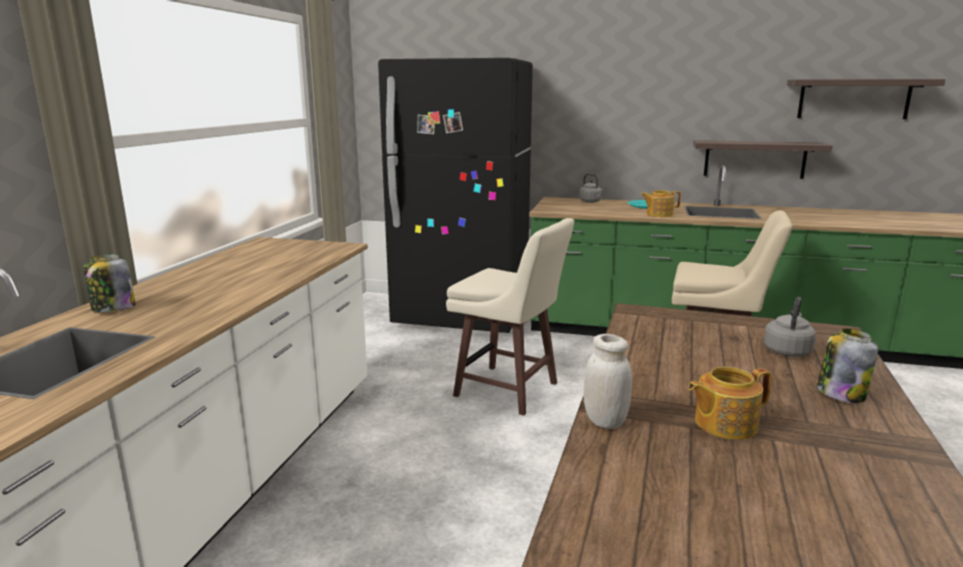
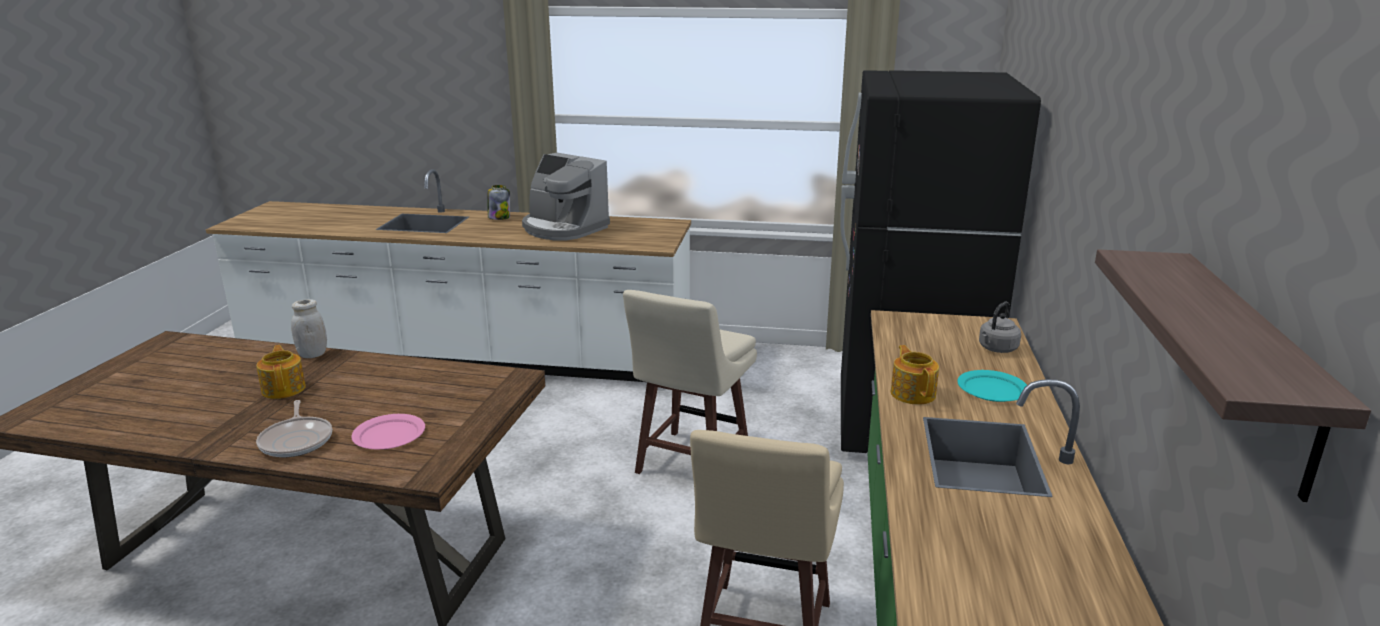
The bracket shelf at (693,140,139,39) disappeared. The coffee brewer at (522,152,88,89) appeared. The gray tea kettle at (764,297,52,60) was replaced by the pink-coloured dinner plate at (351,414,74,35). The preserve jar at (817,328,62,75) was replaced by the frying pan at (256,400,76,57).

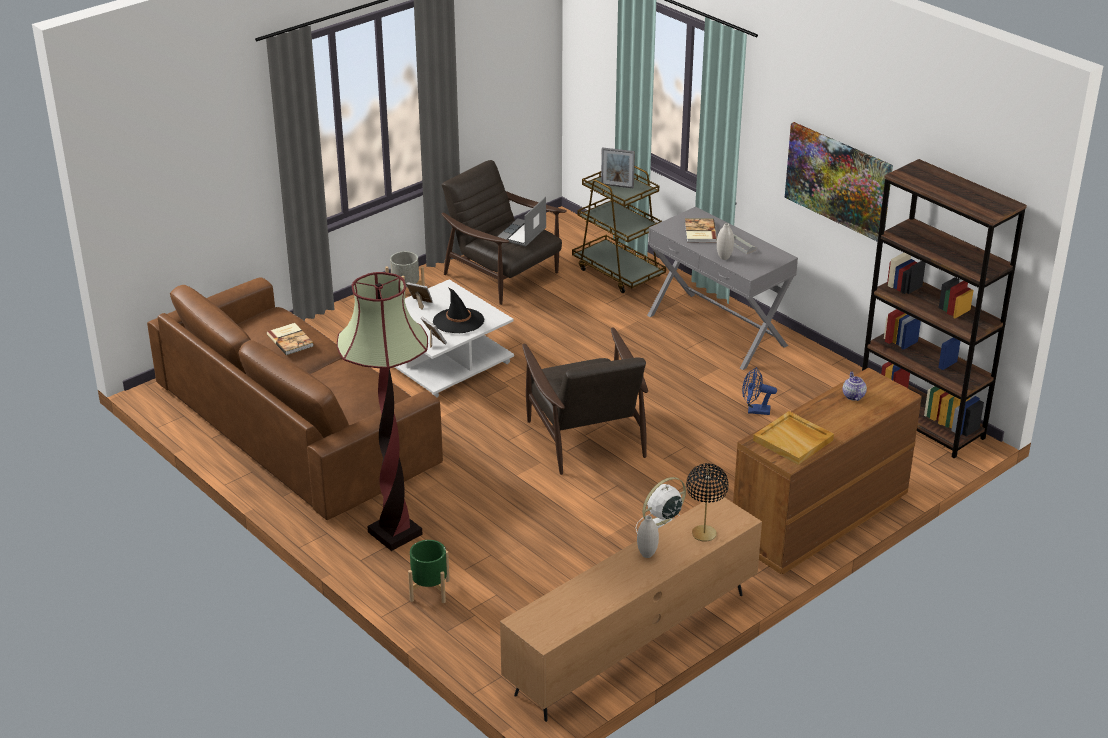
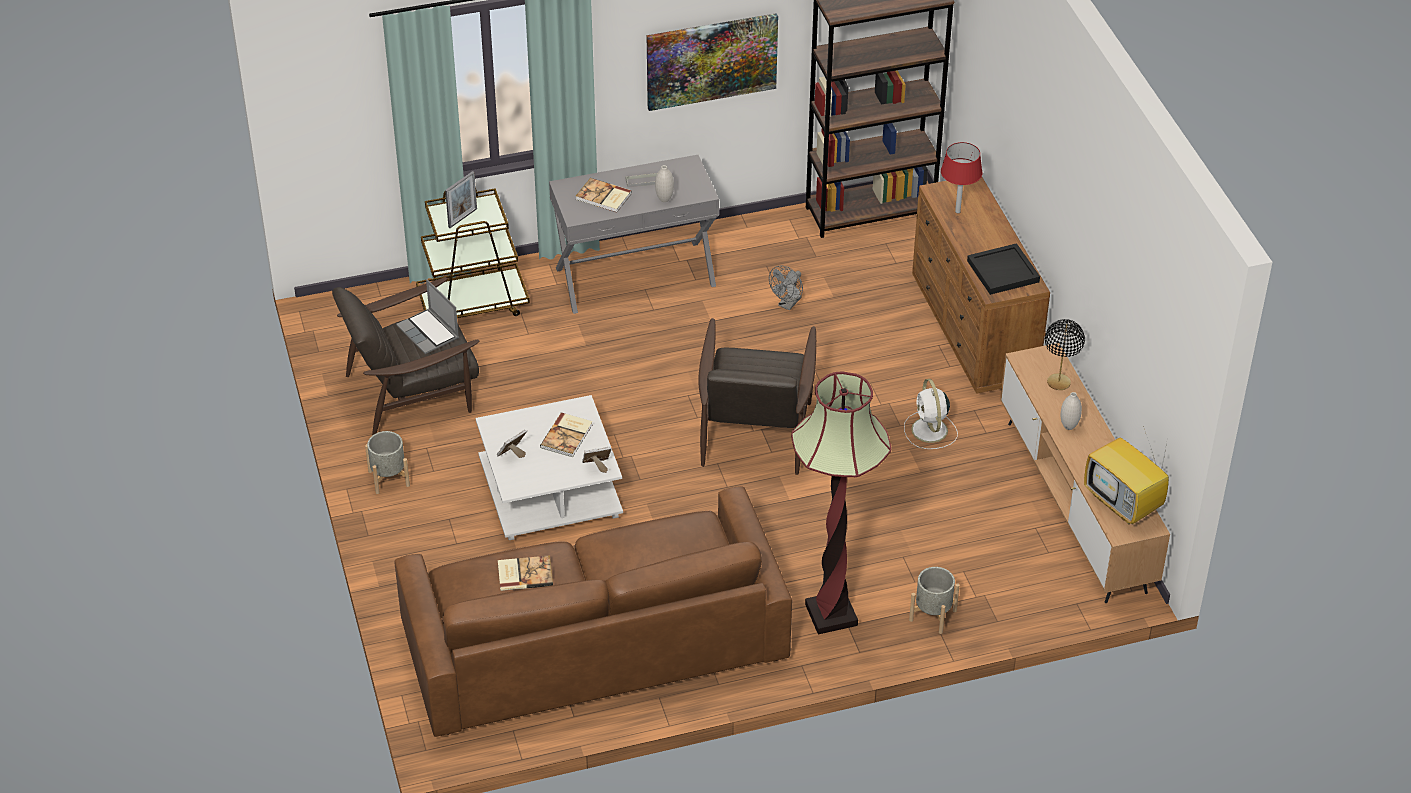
The television at (1084,426,85,99) appeared. The blackish hat at (433,288,51,45) was replaced by the book at (540,413,52,44). The pot for tea at (843,371,24,30) was replaced by the reddish tabletop lamp at (941,142,42,71). The green plant pot at (408,540,42,63) became the gray plant pot at (909,567,51,67). The blue fan at (742,367,35,48) became the gray fan at (769,265,34,45). The beige-coloured serving tray at (753,411,81,54) became the blackish serving tray at (967,243,73,52). The brown lounge chair at (522,327,126,148) turned 90 degrees clockwise.

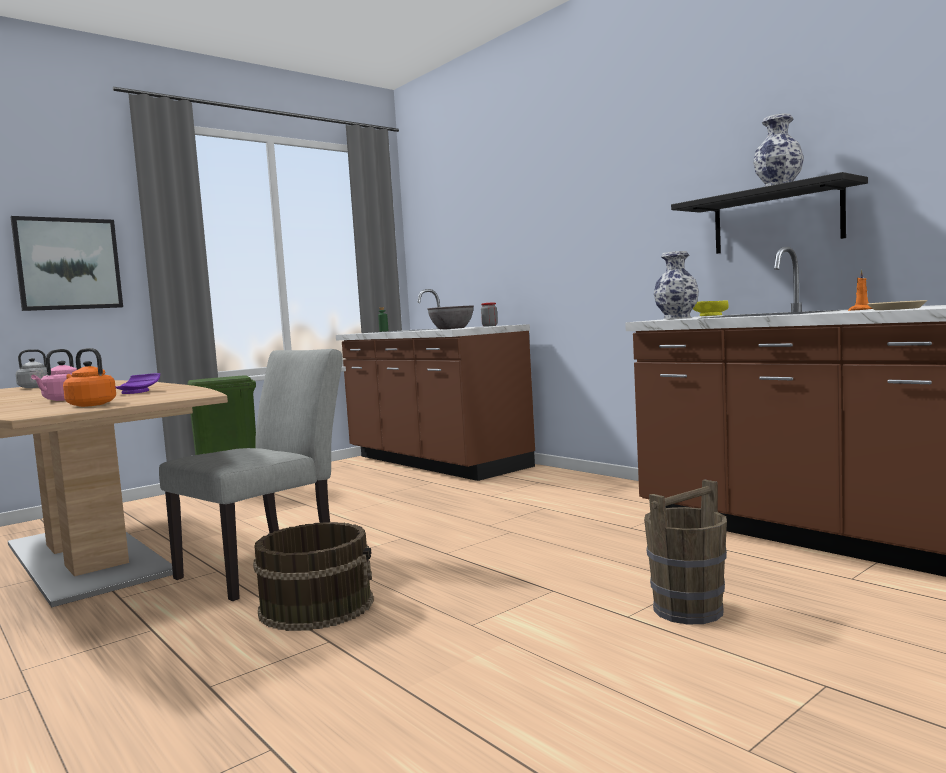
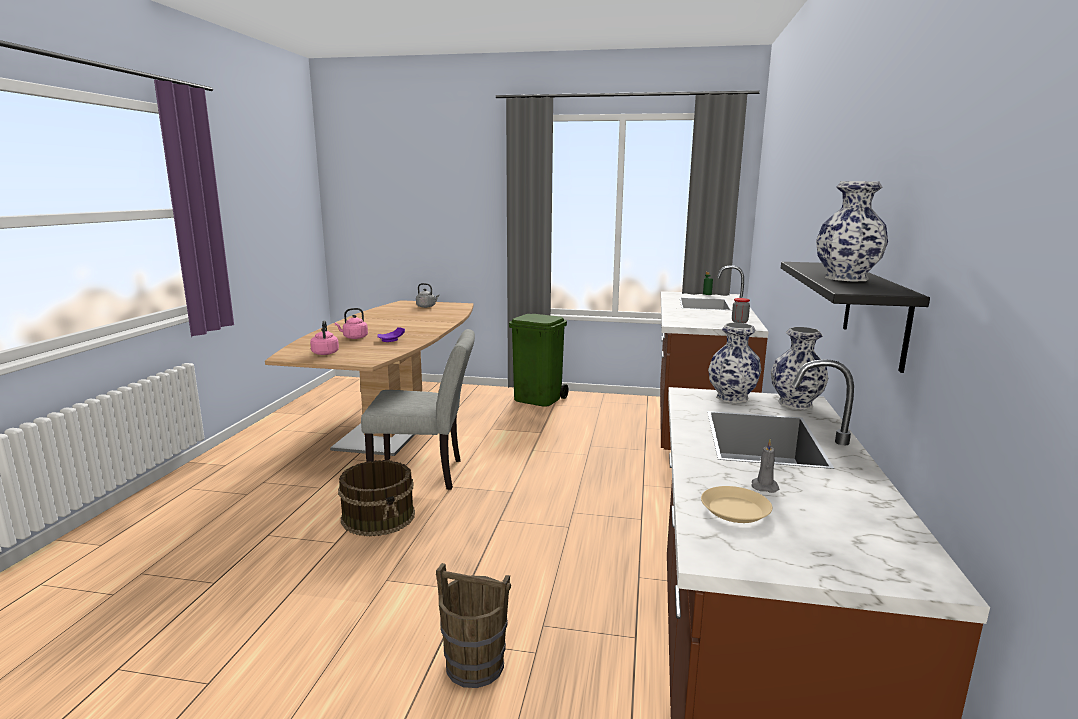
The picture at (11,216,112,95) disappeared. The gray bowl at (427,306,47,23) disappeared. The yellow-coloured dinner plate at (693,301,36,15) was replaced by the flower vase at (771,327,58,83). The orange-coloured tea kettle at (63,348,53,59) became the pink-coloured tea kettle at (310,320,29,35). The orange-coloured wax light at (848,270,24,41) became the gray wax light at (751,439,29,54).

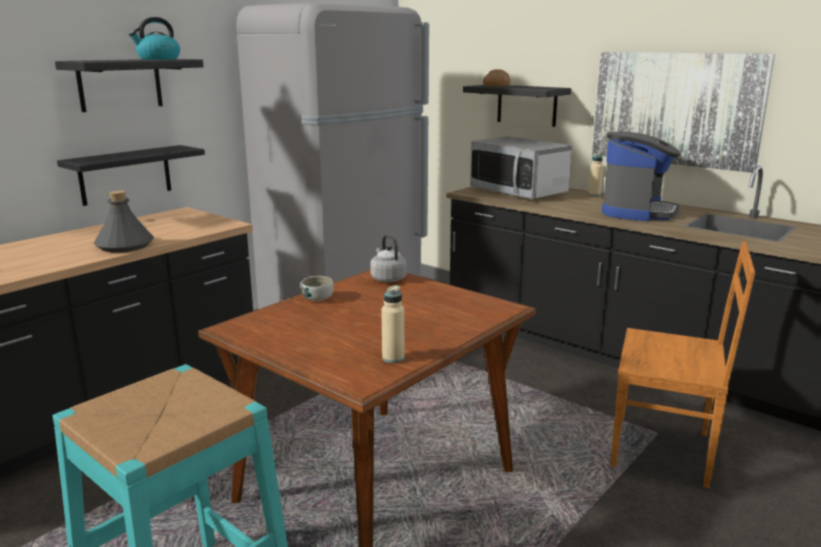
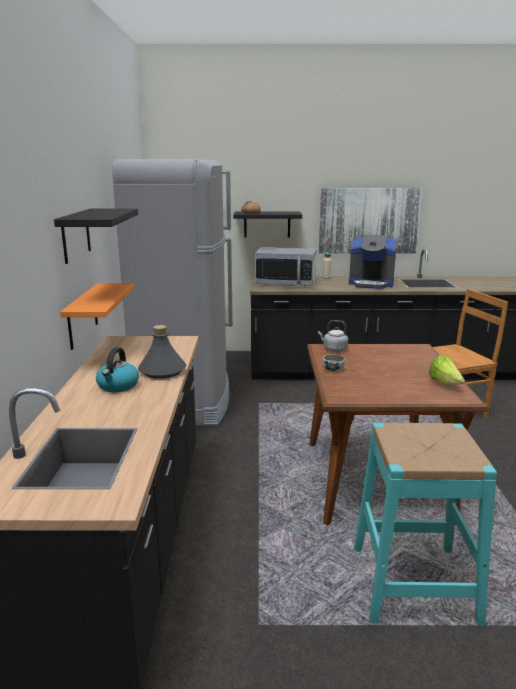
The tea kettle moved from (129,17,51,43) to (96,347,43,45). The beige-coloured bottle at (381,285,23,78) was replaced by the lettuce head at (429,355,36,30). The blackish bracket shelf at (57,145,148,61) became the orange-coloured bracket shelf at (60,283,74,67). The coffee brewer at (602,132,79,89) turned 120 degrees clockwise.

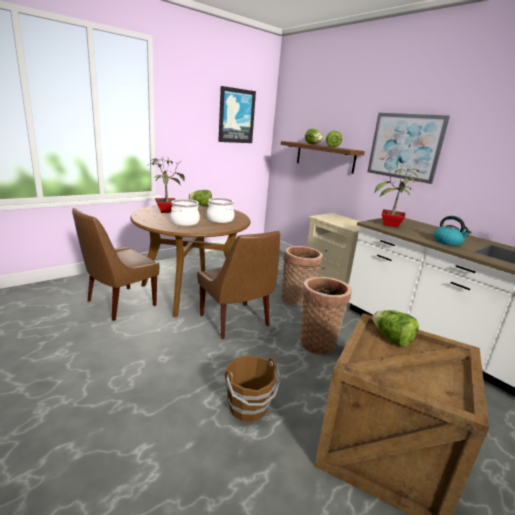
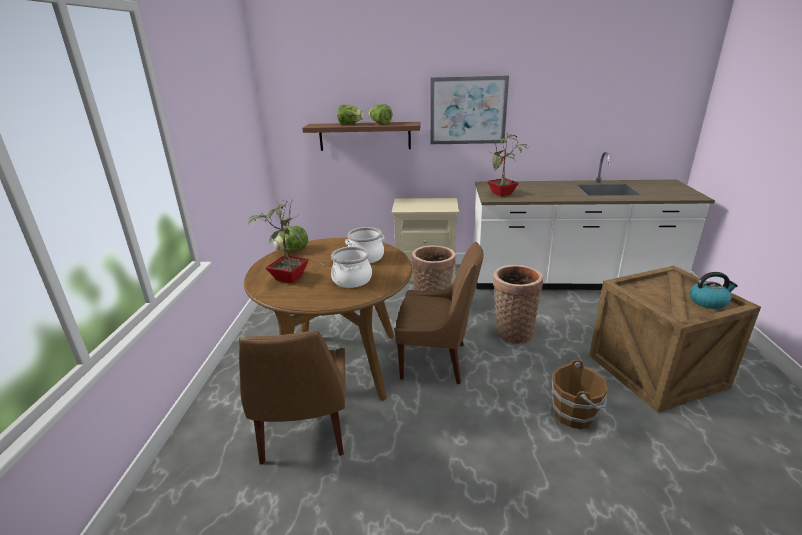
The picture at (218,86,38,57) disappeared. The lettuce head at (372,310,47,37) disappeared. The tea kettle moved from (434,216,38,30) to (690,272,48,37).

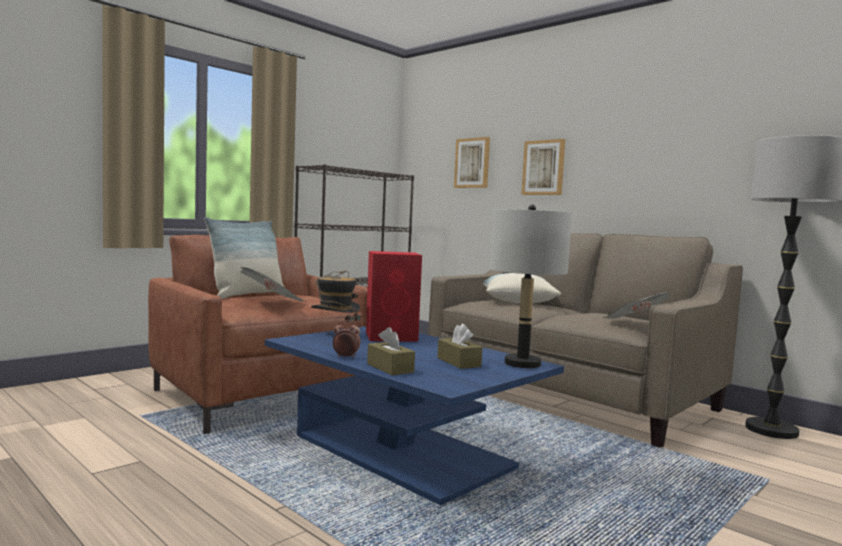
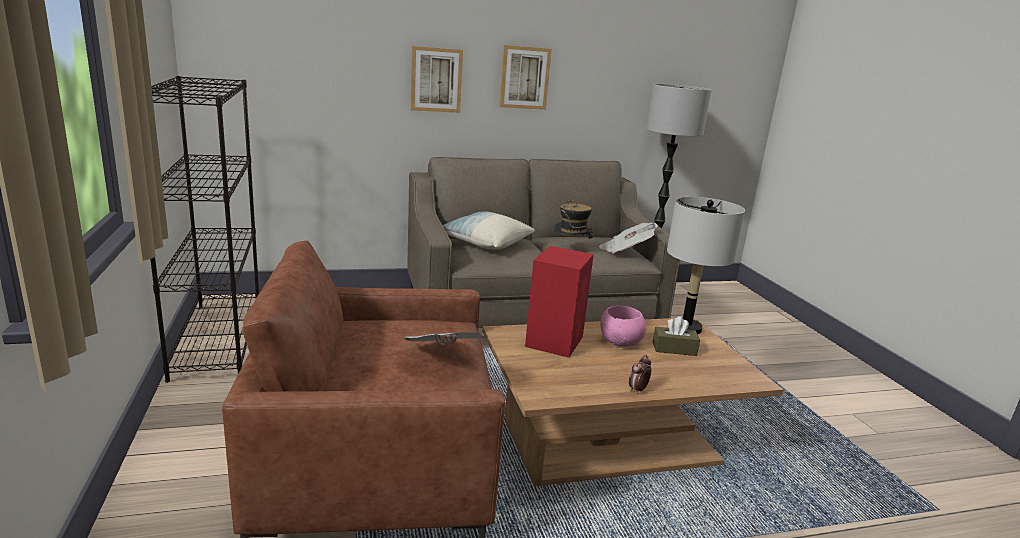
The pillow at (204,217,80,82) disappeared. The brown tissue box at (367,327,48,48) disappeared. The pink-coloured bowl at (600,306,46,41) appeared. The hat moved from (311,270,50,54) to (554,198,39,45). The picture moved from (454,137,36,51) to (499,45,53,65). The blue coffee table at (265,326,299,180) became the brown coffee table at (482,318,301,168).

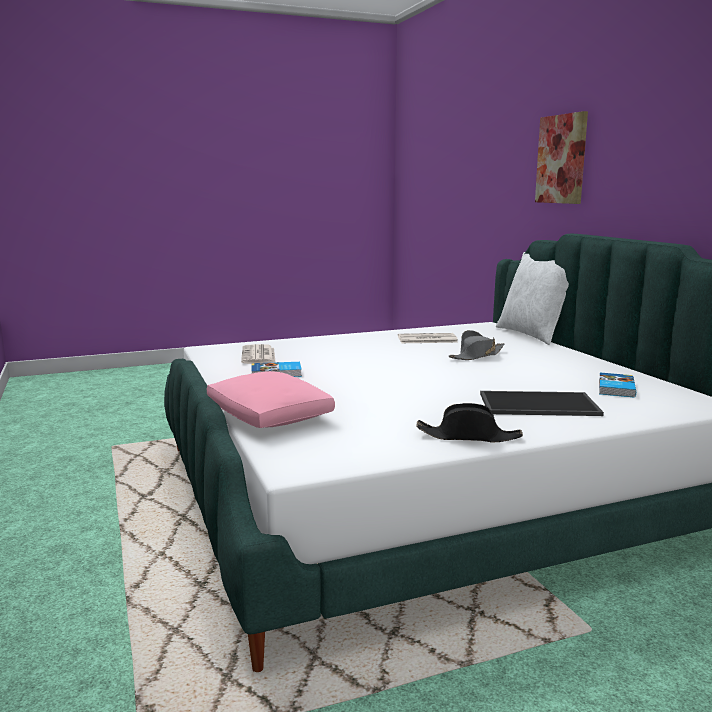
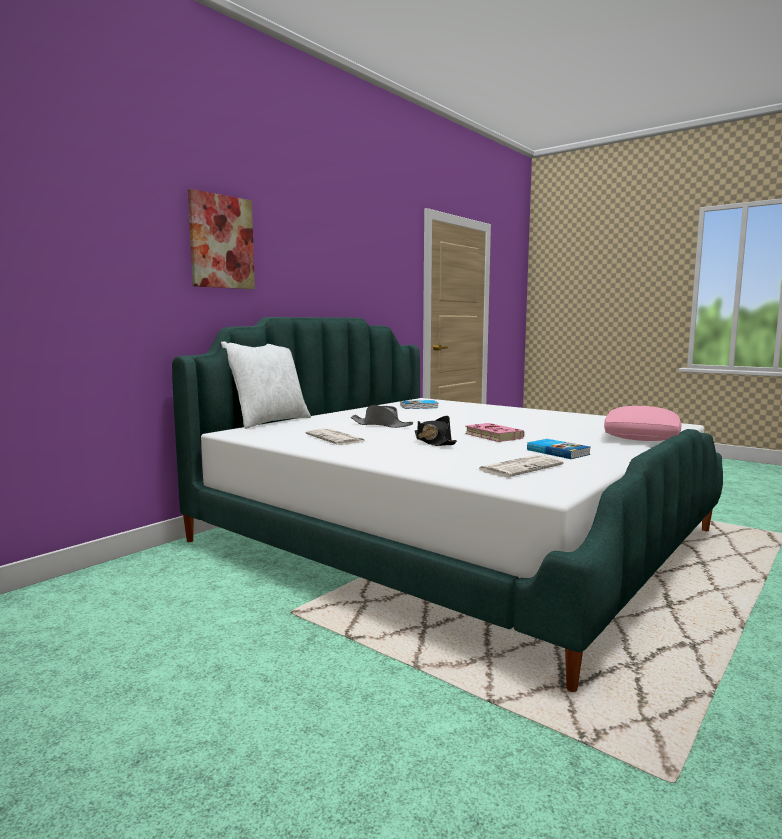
The serving tray at (480,391,124,25) disappeared. The pink-coloured book at (465,423,60,19) appeared. The blackish hat moved from (416,403,107,39) to (415,416,42,30).

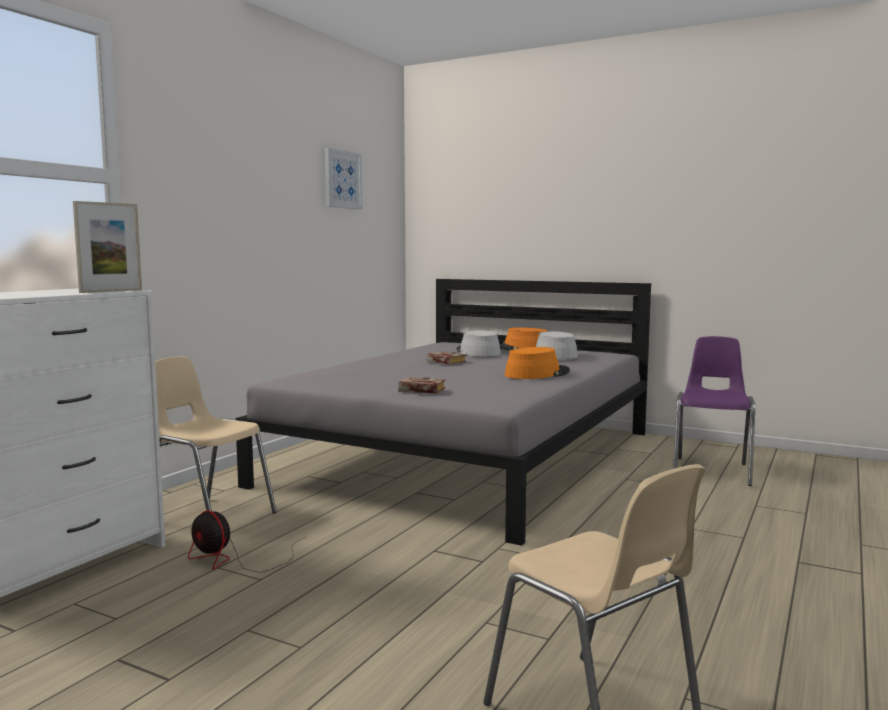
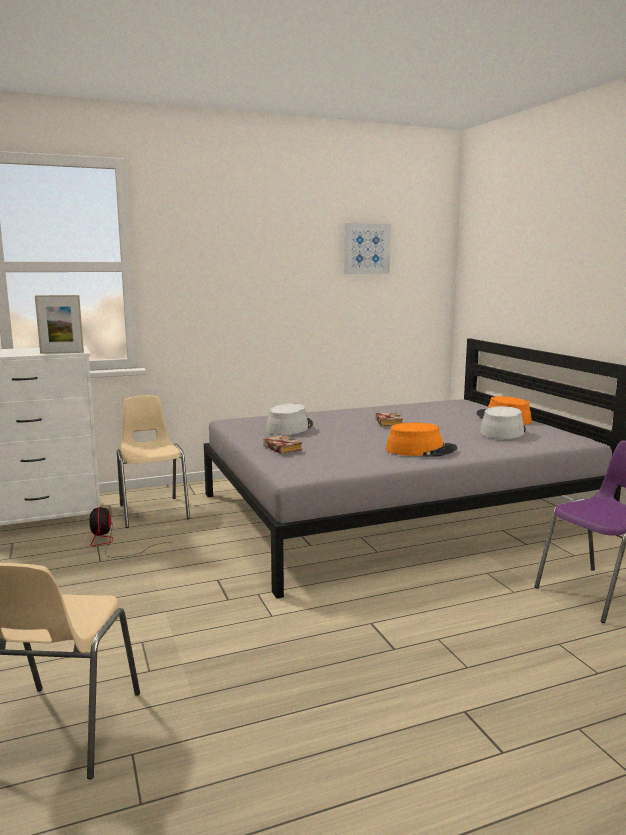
The gray hat moved from (456,330,45,27) to (266,404,47,31).

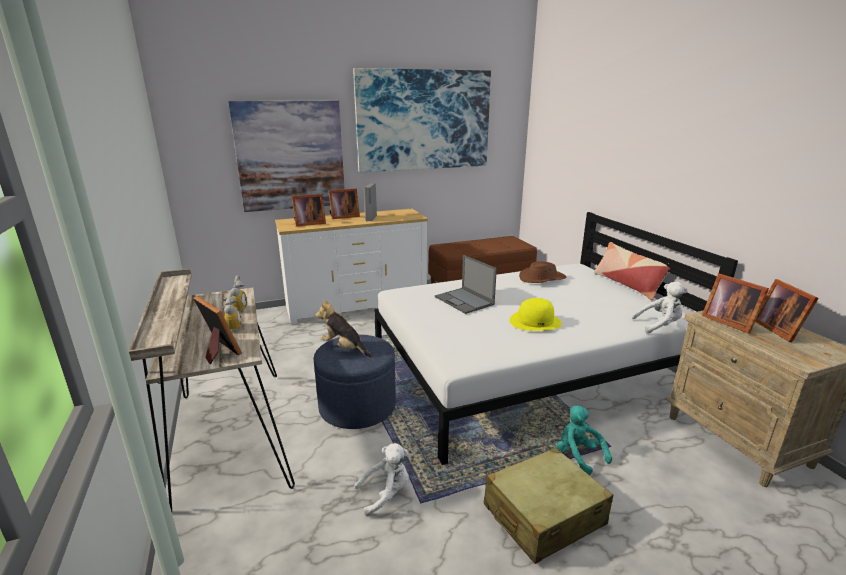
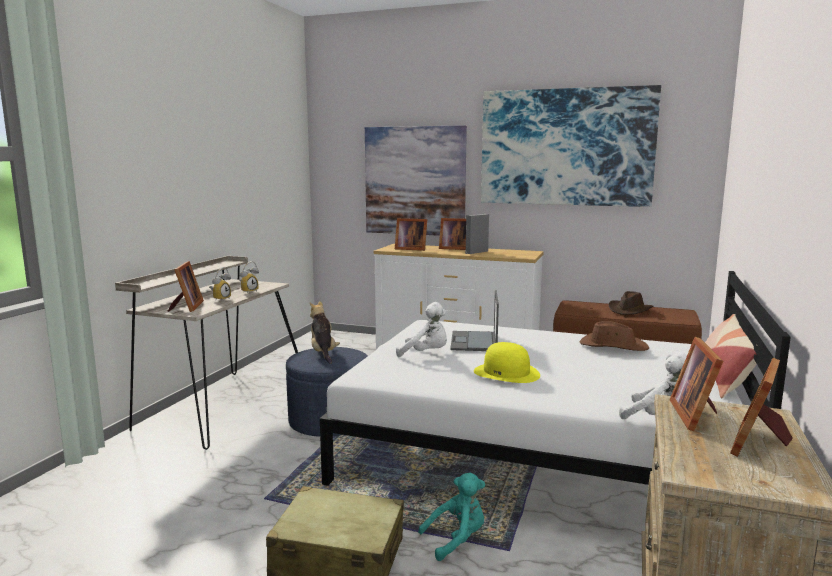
The brown hat at (608,291,46,24) appeared. The white-coloured soft toy moved from (354,443,55,73) to (396,302,51,55). The turquoise-coloured soft toy at (557,406,55,69) turned 60 degrees clockwise.

